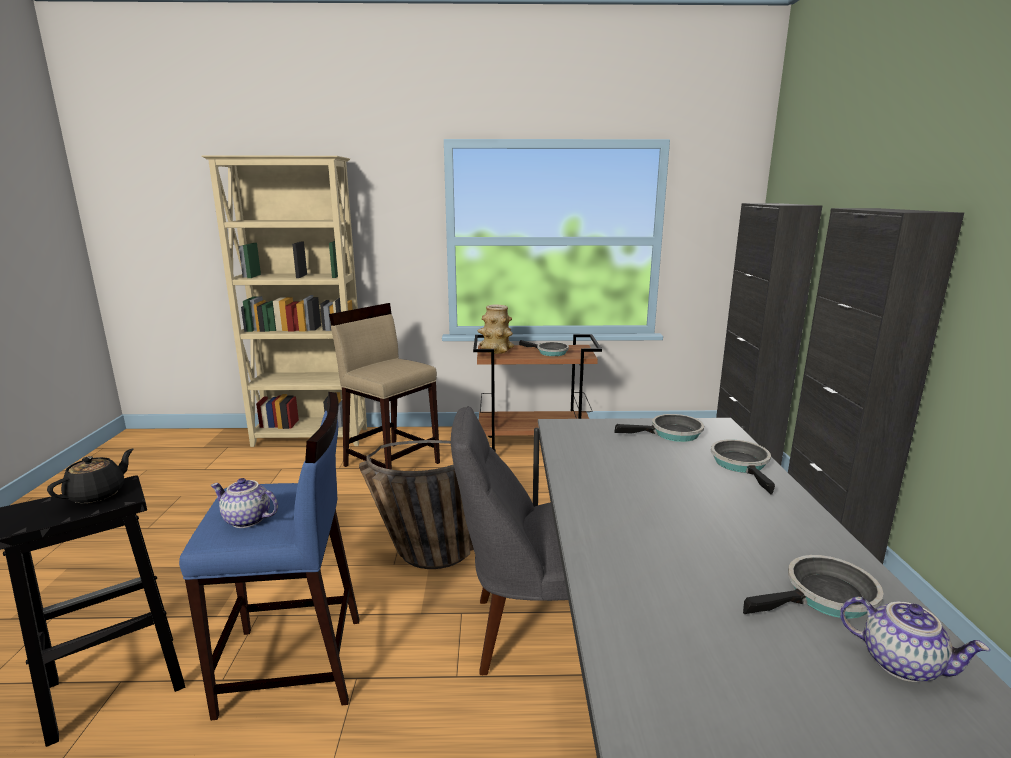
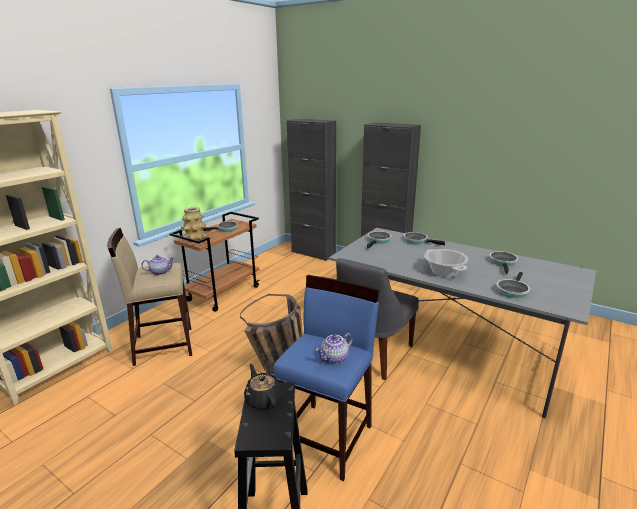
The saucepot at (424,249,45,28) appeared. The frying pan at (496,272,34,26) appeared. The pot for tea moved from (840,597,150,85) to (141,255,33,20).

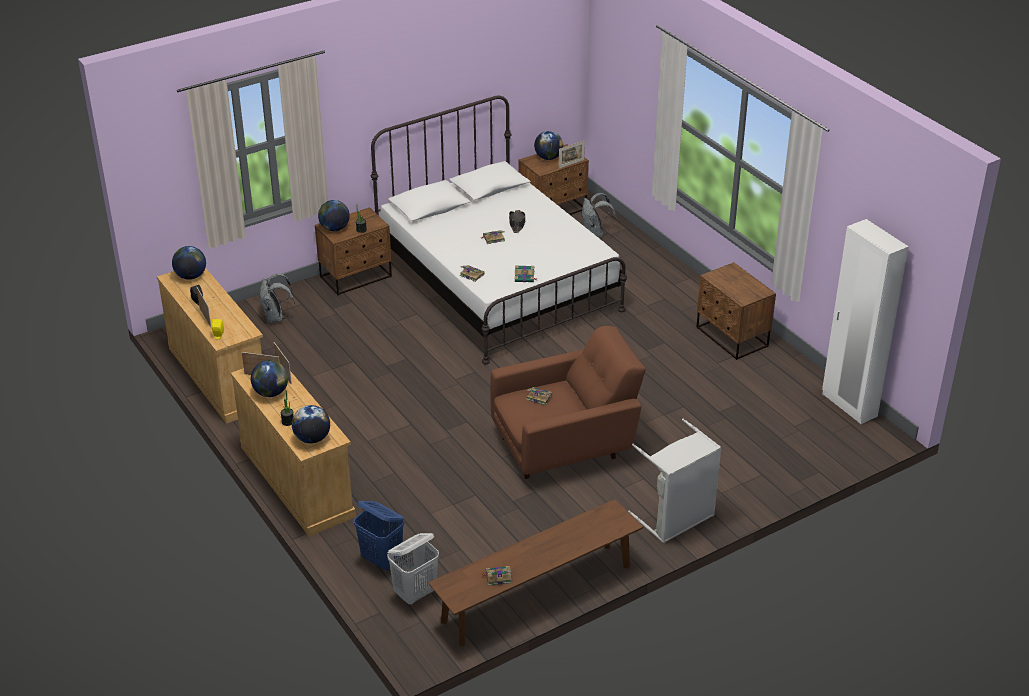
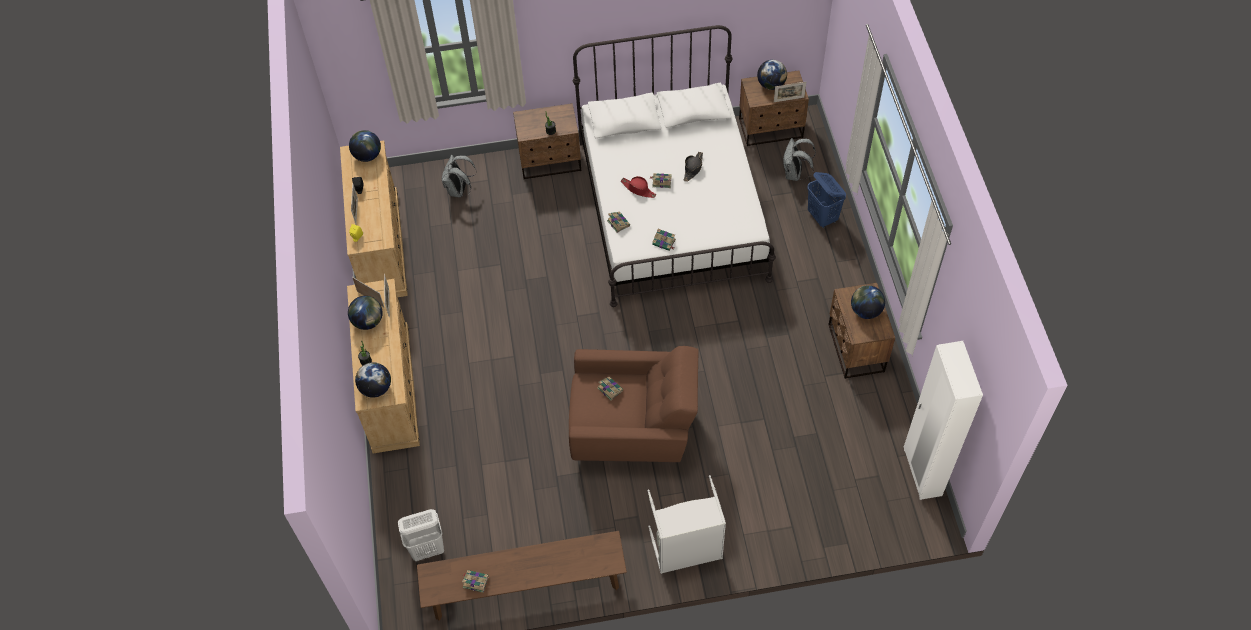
The reddish hat at (621,176,35,22) appeared. The world globe moved from (318,200,32,31) to (851,285,34,34). The blue laundry basket moved from (354,501,50,71) to (807,172,39,56).

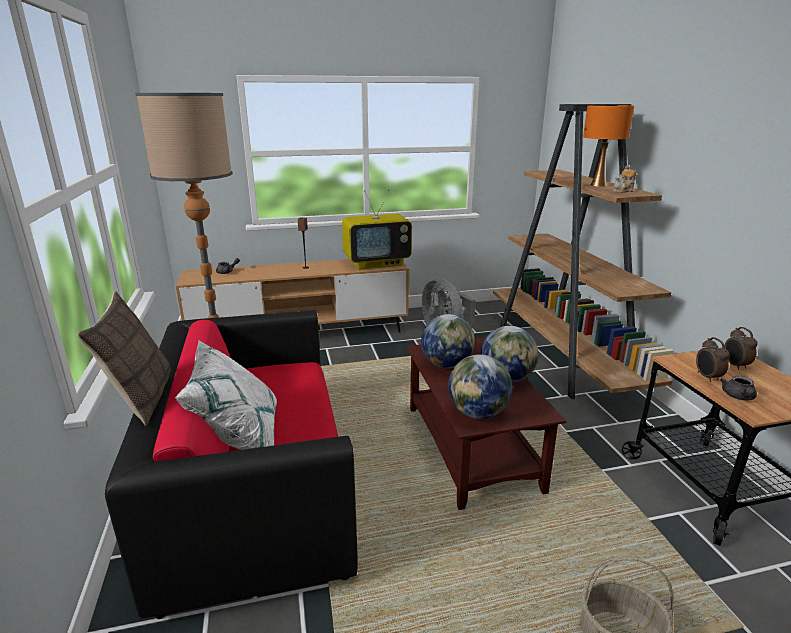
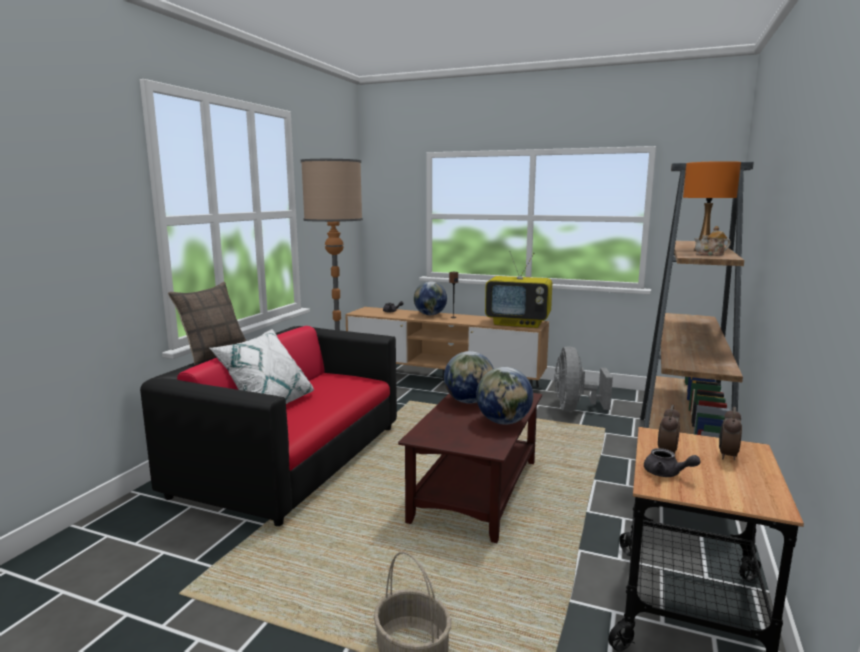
The world globe moved from (448,354,64,65) to (414,281,33,34). The gray pot for tea at (720,376,37,25) turned 105 degrees counterclockwise.

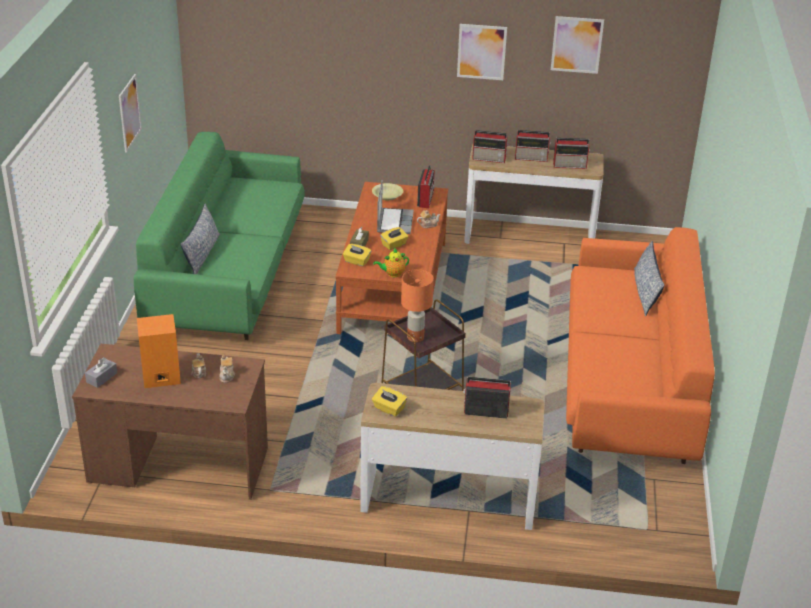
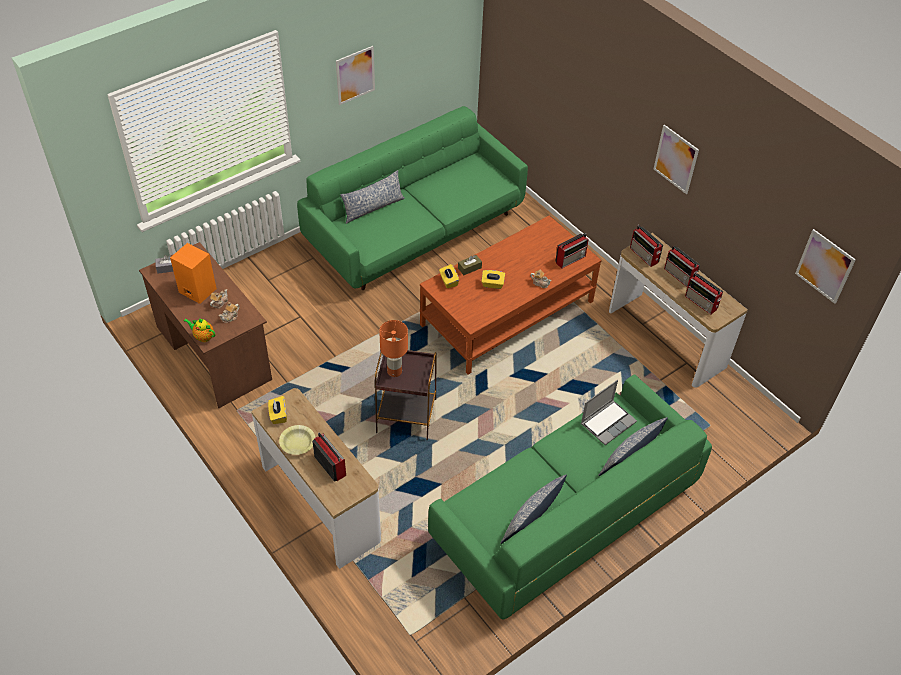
The pillow at (501,474,66,70) appeared. The yellow-coloured bowl moved from (372,183,31,17) to (279,425,36,30). The pot for tea moved from (373,248,36,29) to (184,319,31,23). The laptop moved from (377,180,37,54) to (581,380,56,65). The picture moved from (551,16,53,58) to (795,229,61,75). The orange-coloured couch at (566,227,149,237) became the green couch at (428,374,284,246).

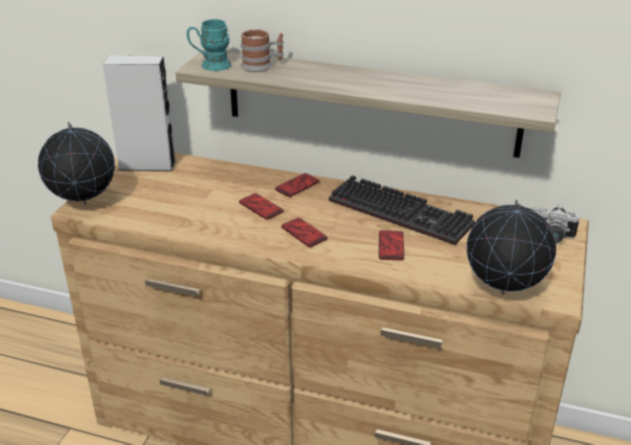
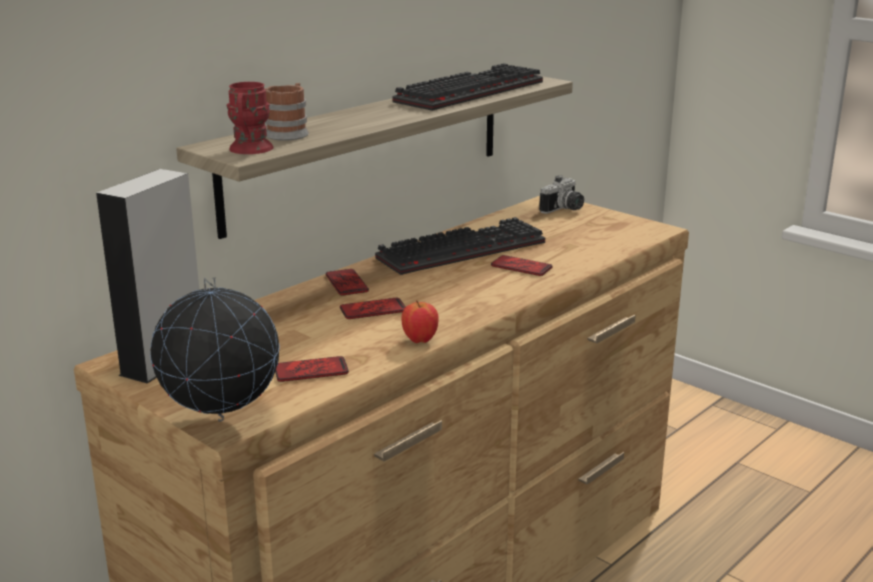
The world globe at (466,200,90,94) disappeared. The keyboard at (393,63,150,48) appeared. The apple fruit at (401,300,38,43) appeared. The phone moved from (281,218,47,29) to (275,356,74,26). The turquoise-coloured coffee mug at (187,19,45,52) became the reddish coffee mug at (226,82,47,72).

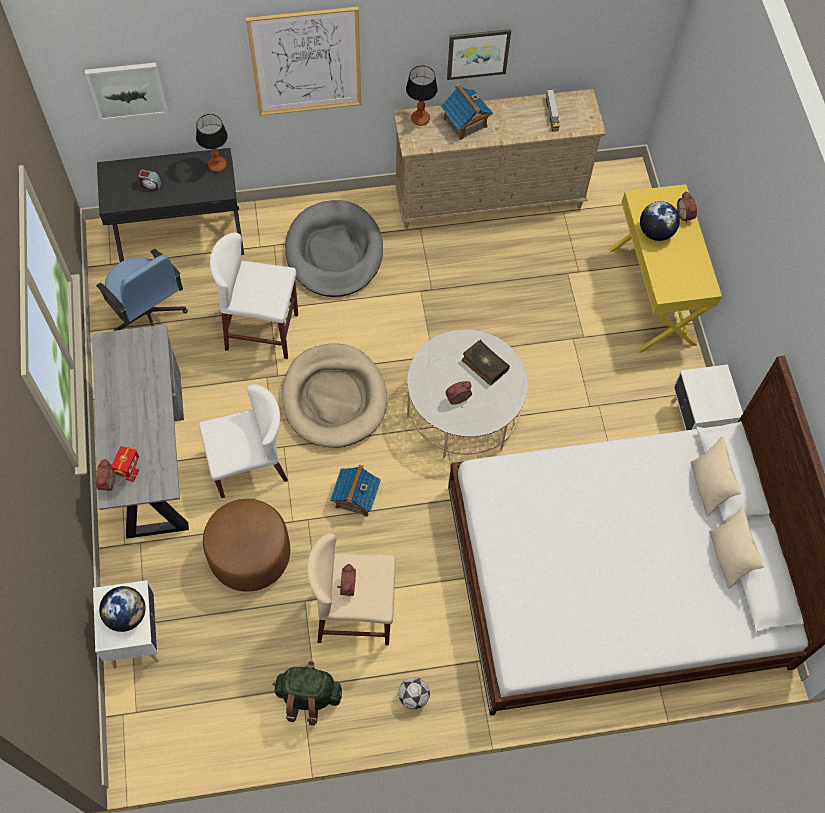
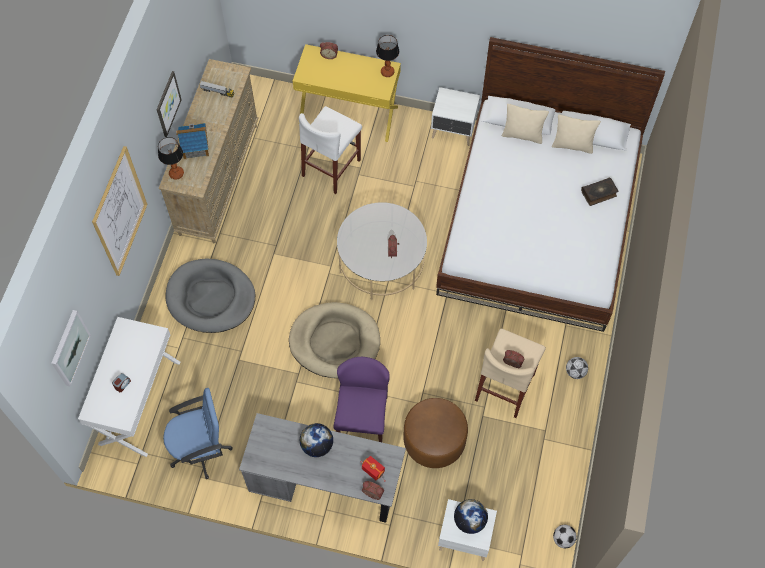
The green knapsack at (273,661,69,64) disappeared. The miniature house at (330,464,51,53) disappeared. The football ball at (553,525,24,23) appeared. The tabletop lamp moved from (196,114,32,58) to (376,35,23,42). The white-coloured stool seat moved from (210,233,88,126) to (299,106,63,88). The book moved from (462,340,48,46) to (581,177,38,29). The world globe moved from (640,201,40,40) to (300,423,33,34). The blackish desk table at (97,148,147,114) became the white-coloured desk table at (78,317,102,140). The white-coloured upright chair at (199,384,89,114) became the purple upright chair at (334,357,56,85).

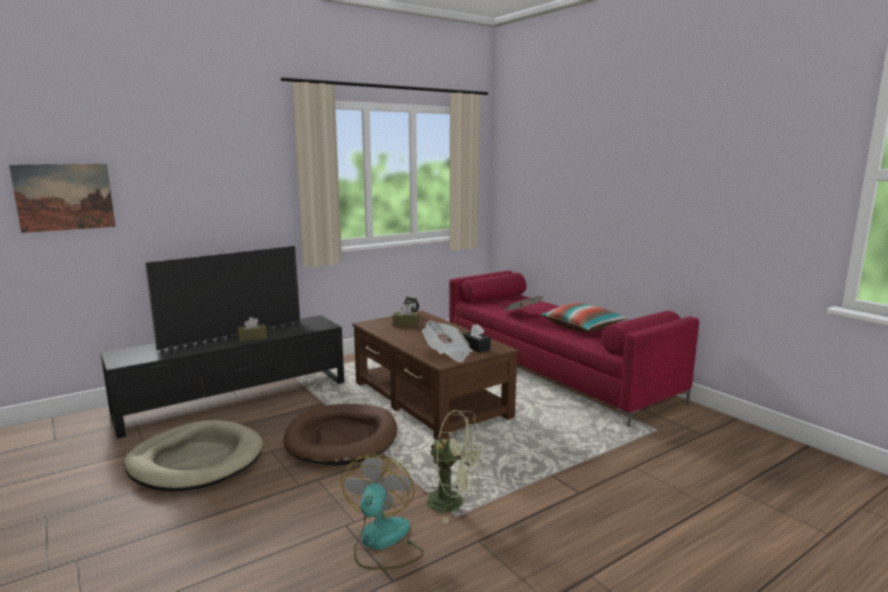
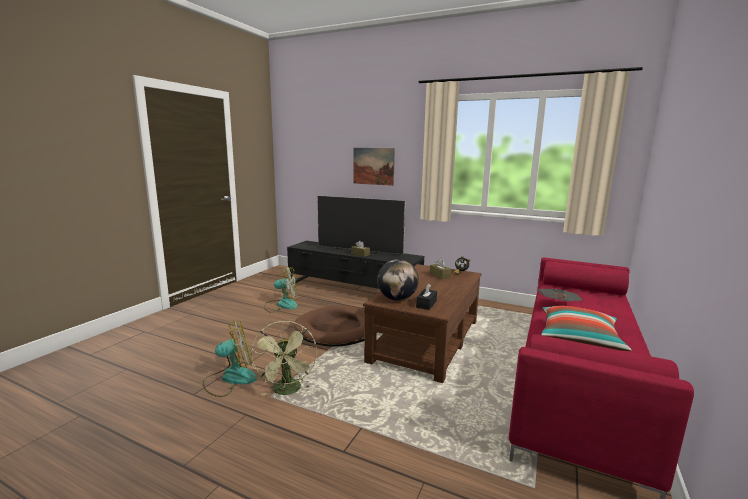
The picture moved from (9,164,107,69) to (353,148,42,38). The beige-coloured pet bed at (124,420,139,71) was replaced by the fan at (264,266,34,47). The printed paper at (422,321,51,41) was replaced by the world globe at (377,259,42,42).

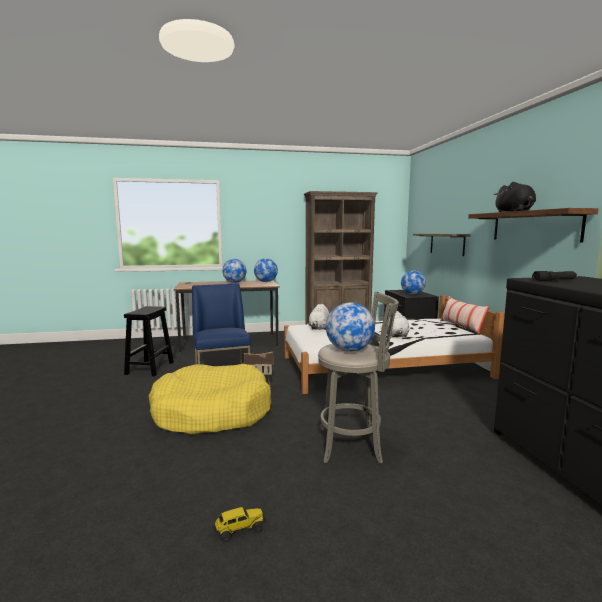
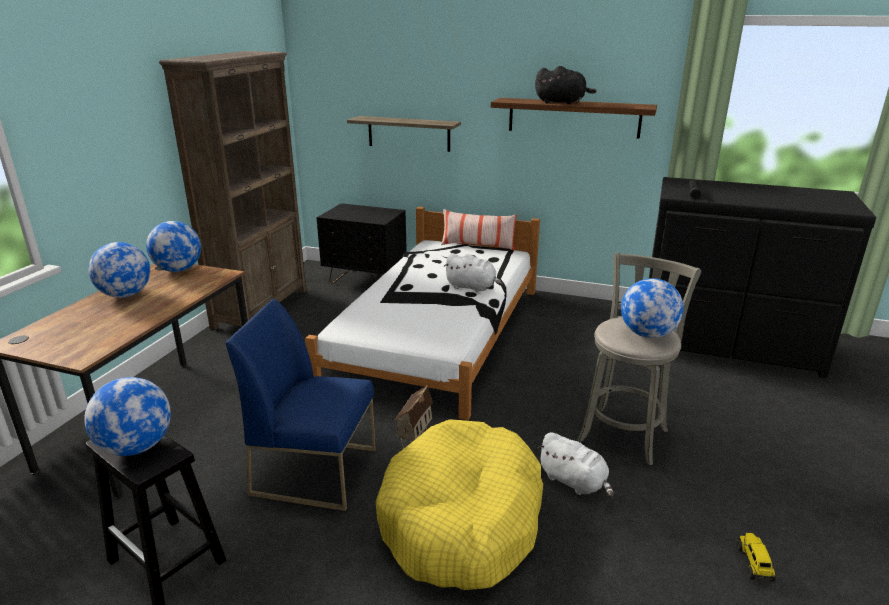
The white-coloured soft toy moved from (308,304,22,26) to (537,432,76,65). The world globe moved from (401,270,25,25) to (84,377,87,79).

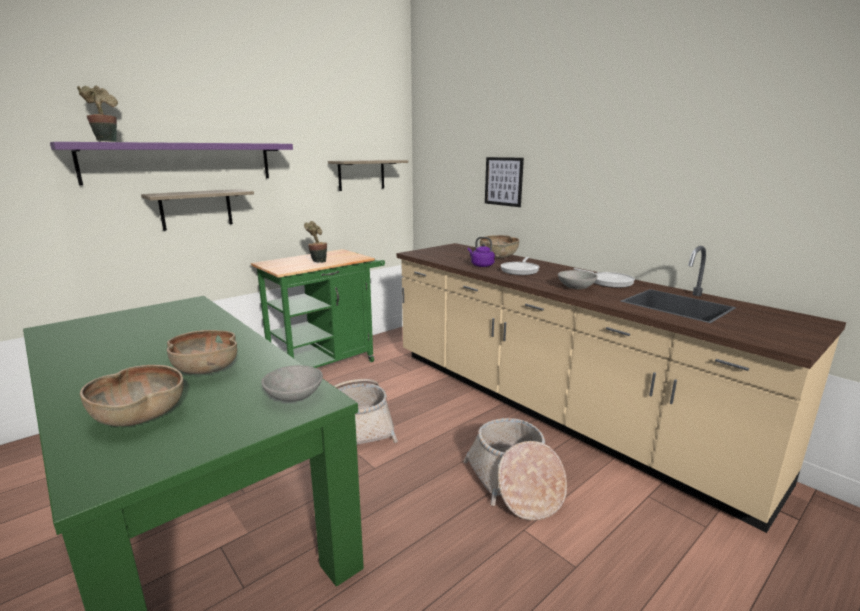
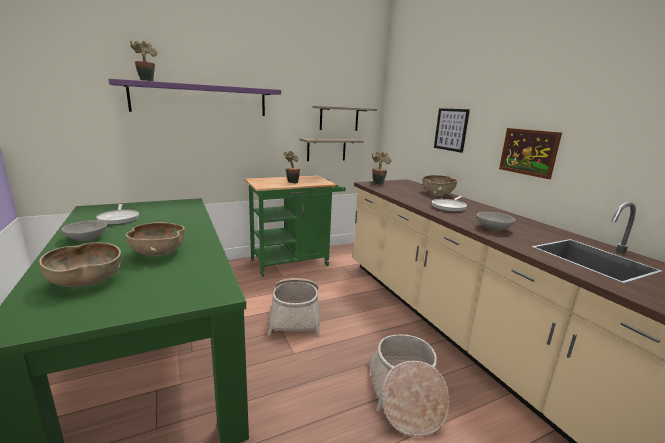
The purple tea kettle at (468,237,27,30) disappeared. The potted plant at (372,151,19,34) appeared. The picture at (499,128,63,51) appeared. The bracket shelf moved from (141,189,113,42) to (299,138,64,23). The gray bowl moved from (261,365,62,37) to (62,220,45,21). The frying pan moved from (574,268,61,20) to (96,204,43,21).

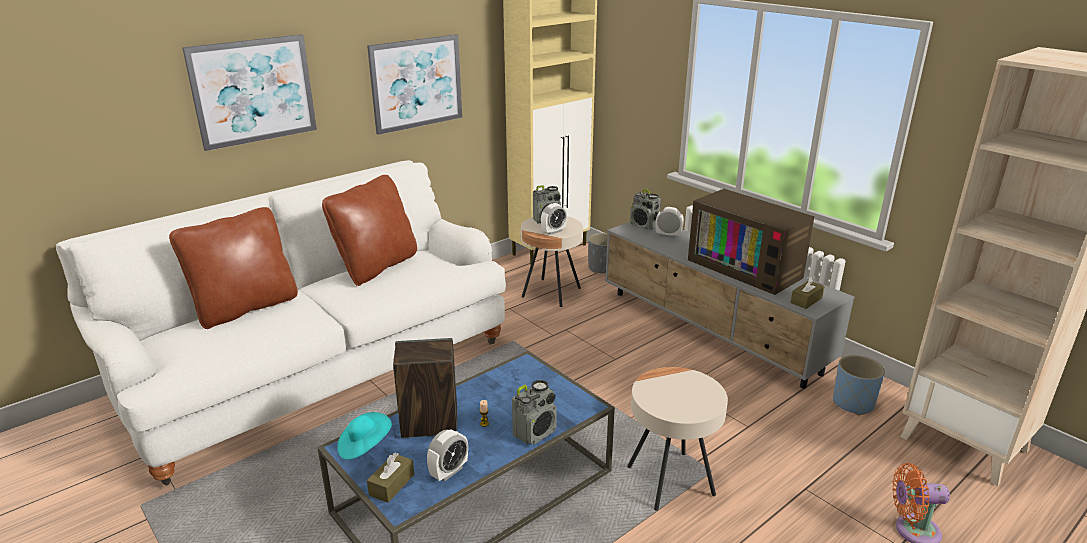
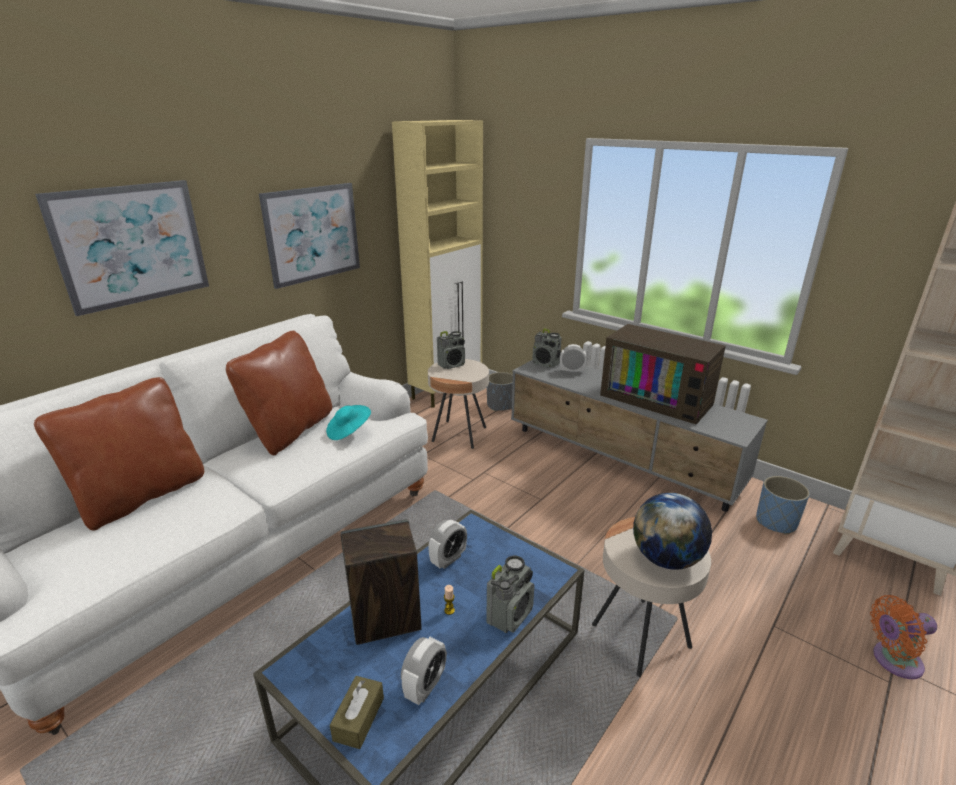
The brown tissue box at (790,276,35,33) disappeared. The world globe at (633,493,79,77) appeared. The turquoise-coloured hat moved from (337,412,55,48) to (326,405,45,35). The table clock moved from (541,203,26,32) to (428,520,39,49).

